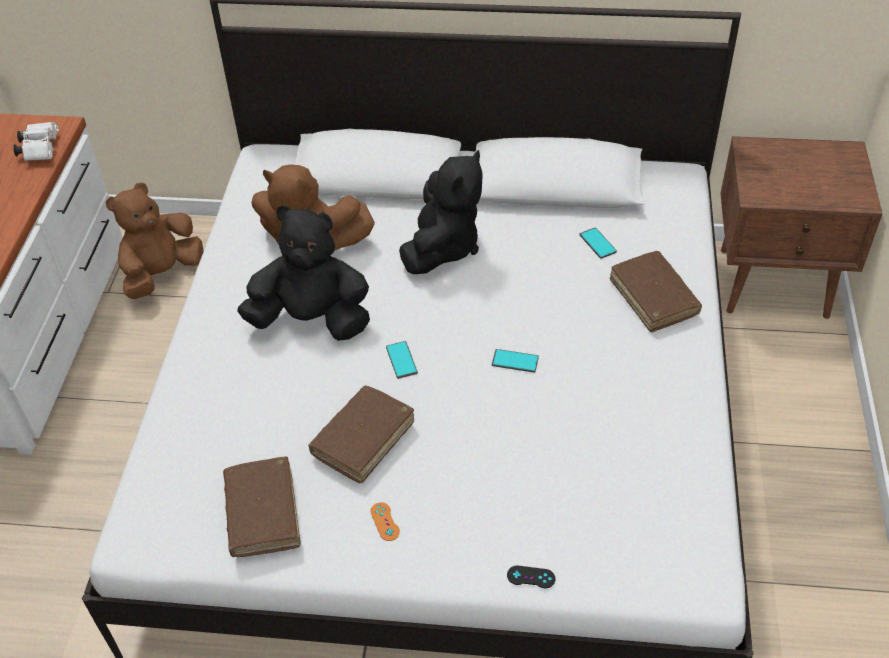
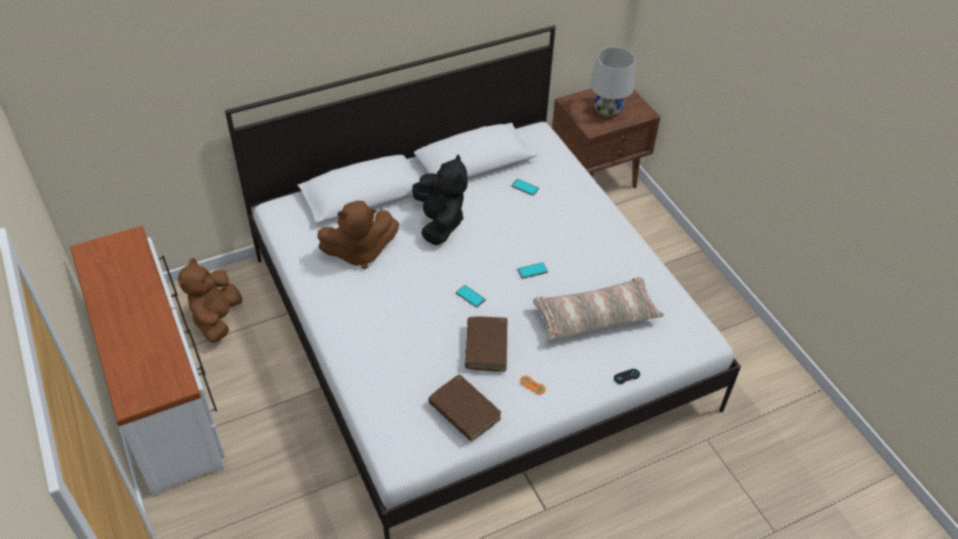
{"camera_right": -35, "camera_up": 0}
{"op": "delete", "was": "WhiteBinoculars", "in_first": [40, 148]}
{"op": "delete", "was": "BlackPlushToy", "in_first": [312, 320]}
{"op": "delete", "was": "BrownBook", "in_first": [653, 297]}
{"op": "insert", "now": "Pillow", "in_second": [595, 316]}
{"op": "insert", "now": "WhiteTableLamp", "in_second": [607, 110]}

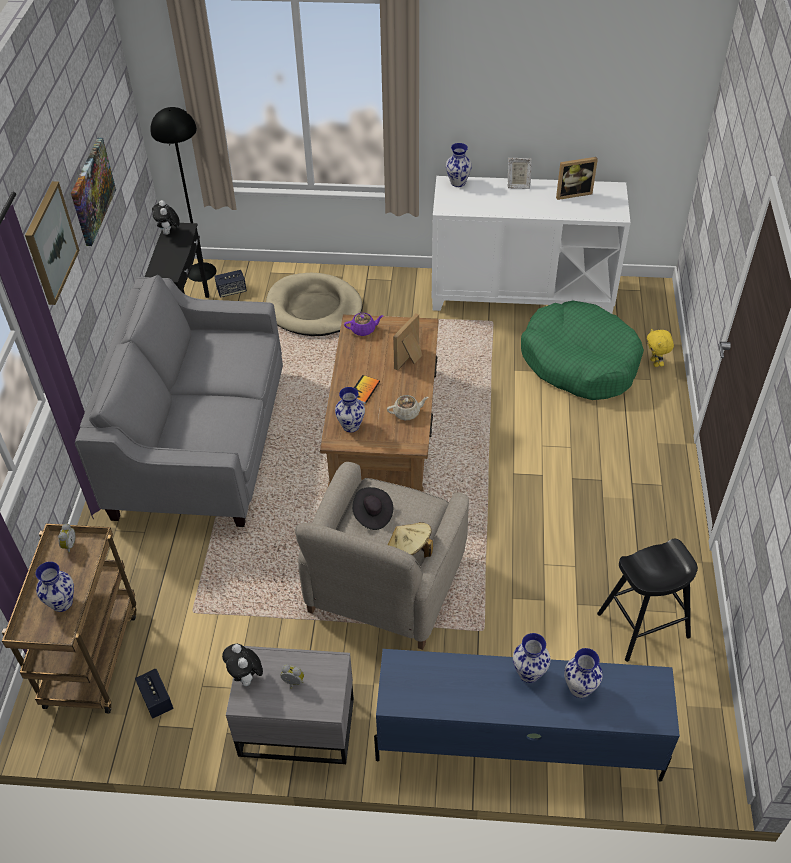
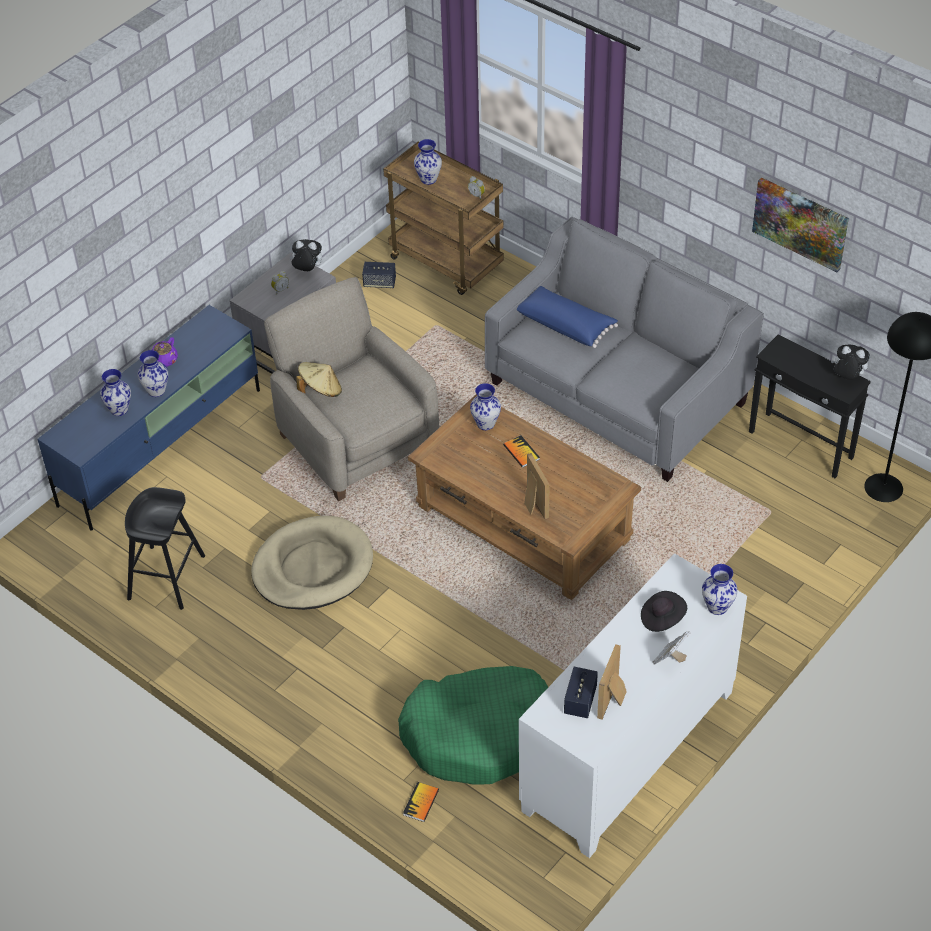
{"camera_right": 125, "camera_up": 0}
{"op": "delete", "was": "Picture", "in_first": [50, 243]}
{"op": "delete", "was": "BeigeTeapot", "in_first": [407, 413]}
{"op": "insert", "now": "BluePillow", "in_second": [565, 324]}
{"op": "move", "was": "Speaker", "in_first": [231, 291], "in_second": [580, 701]}
{"op": "move", "was": "BeigeDogBed", "in_first": [314, 308], "in_second": [312, 567]}
{"op": "move", "was": "PurpleTeapot", "in_first": [363, 330], "in_second": [164, 360]}
{"op": "move", "was": "BlackHat", "in_first": [372, 514], "in_second": [662, 618]}
{"op": "replace", "was": "YellowPlushToy", "now": "Book", "in_first": [655, 363], "in_second": [421, 802]}

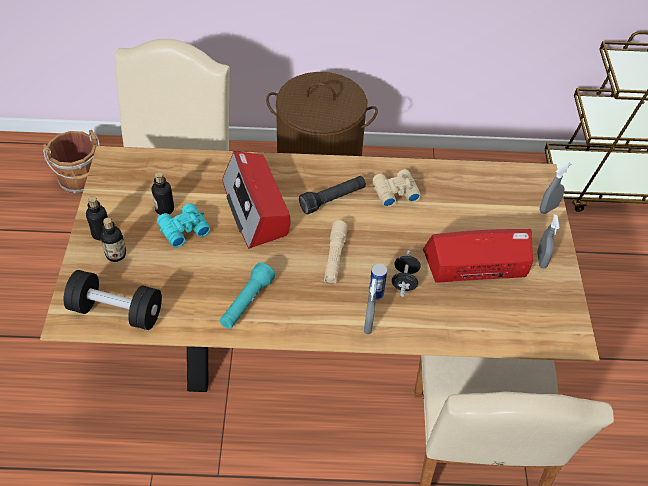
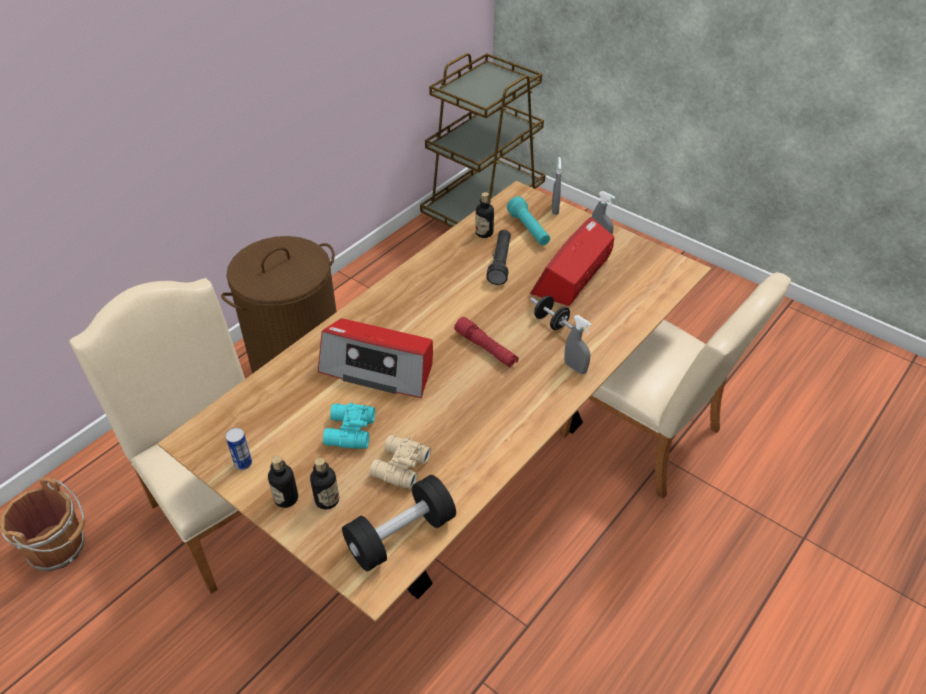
{"camera_right": -50, "camera_up": -5}
{"op": "move", "was": "Bottle", "in_first": [164, 209], "in_second": [484, 233]}
{"op": "move", "was": "TurquoiseFlashlight", "in_first": [246, 303], "in_second": [529, 230]}
{"op": "move", "was": "BlackFlashlight", "in_first": [333, 200], "in_second": [500, 263]}
{"op": "move", "was": "Can", "in_first": [376, 294], "in_second": [243, 463]}
{"op": "move", "was": "BeigeBinoculars", "in_first": [394, 192], "in_second": [399, 467]}
{"op": "recolor", "was": "BeigeFlashlight", "now": "RedFlashlight", "in_first": [335, 257], "in_second": [486, 348]}

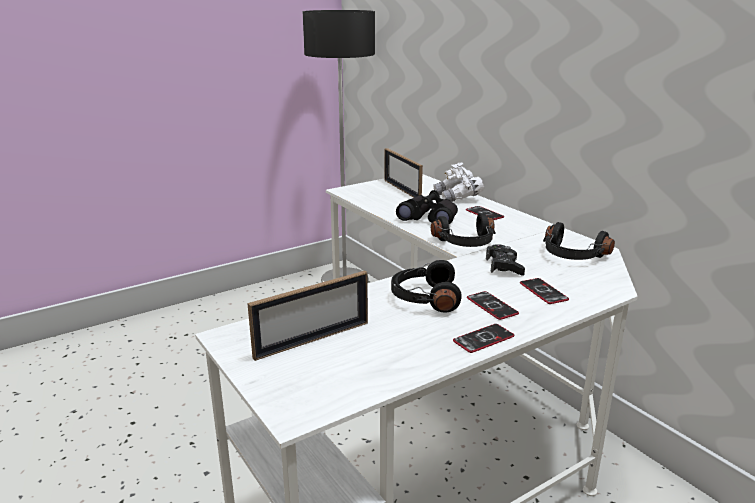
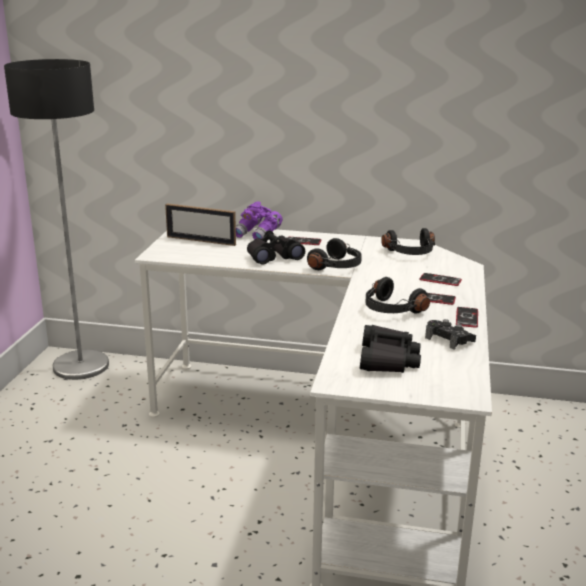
{"camera_right": -45, "camera_up": 0}
{"op": "move", "was": "BlackGameController", "in_first": [504, 266], "in_second": [449, 339]}
{"op": "replace", "was": "PictureFrame", "now": "BlackBinoculars", "in_first": [312, 340], "in_second": [388, 359]}
{"op": "recolor", "was": "WhiteBinoculars", "now": "PurpleBinoculars", "in_first": [458, 198], "in_second": [258, 235]}

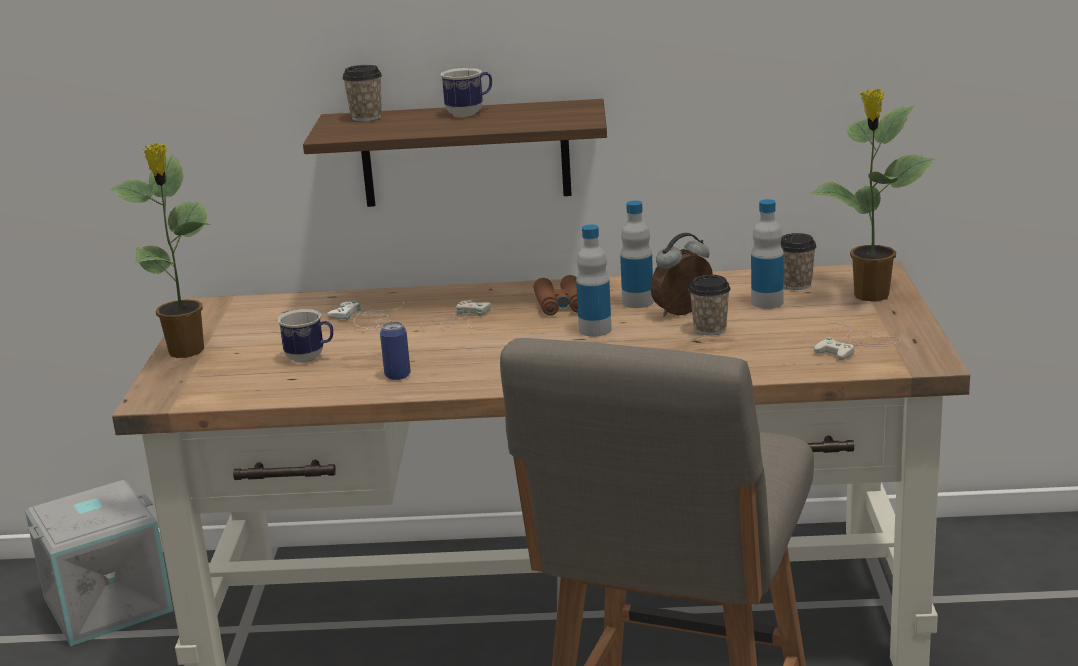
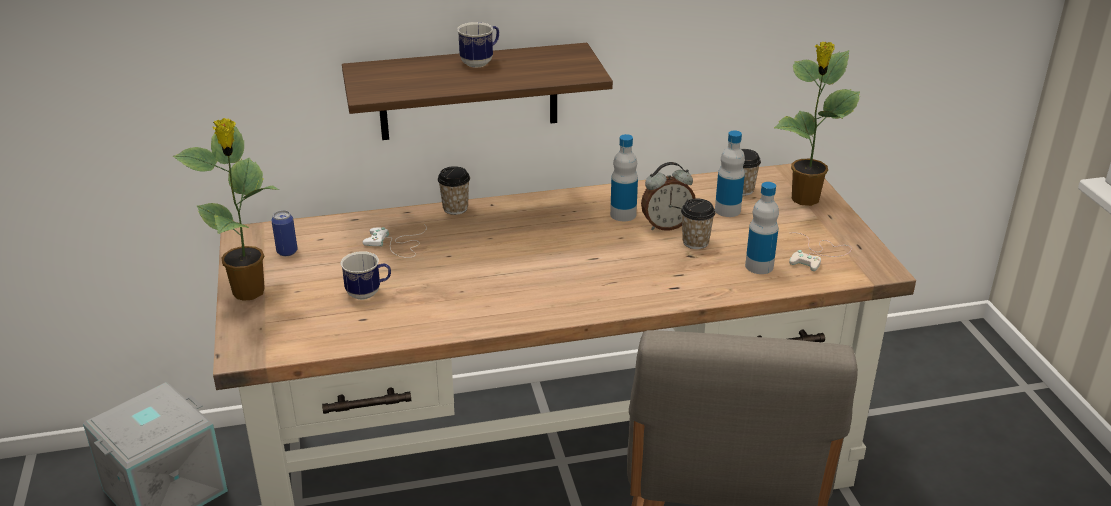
{"camera_right": -15, "camera_up": 10}
{"op": "delete", "was": "WhiteGameController", "in_first": [458, 321]}
{"op": "delete", "was": "BrownBinoculars", "in_first": [561, 305]}
{"op": "move", "was": "Cup", "in_first": [366, 117], "in_second": [455, 208]}
{"op": "move", "was": "Can", "in_first": [397, 375], "in_second": [287, 251]}
{"op": "move", "was": "Bottle", "in_first": [595, 330], "in_second": [759, 266]}
{"op": "rotate", "was": "AlarmClock", "in_first": [683, 313], "in_second": [666, 225], "clockwise": -150}

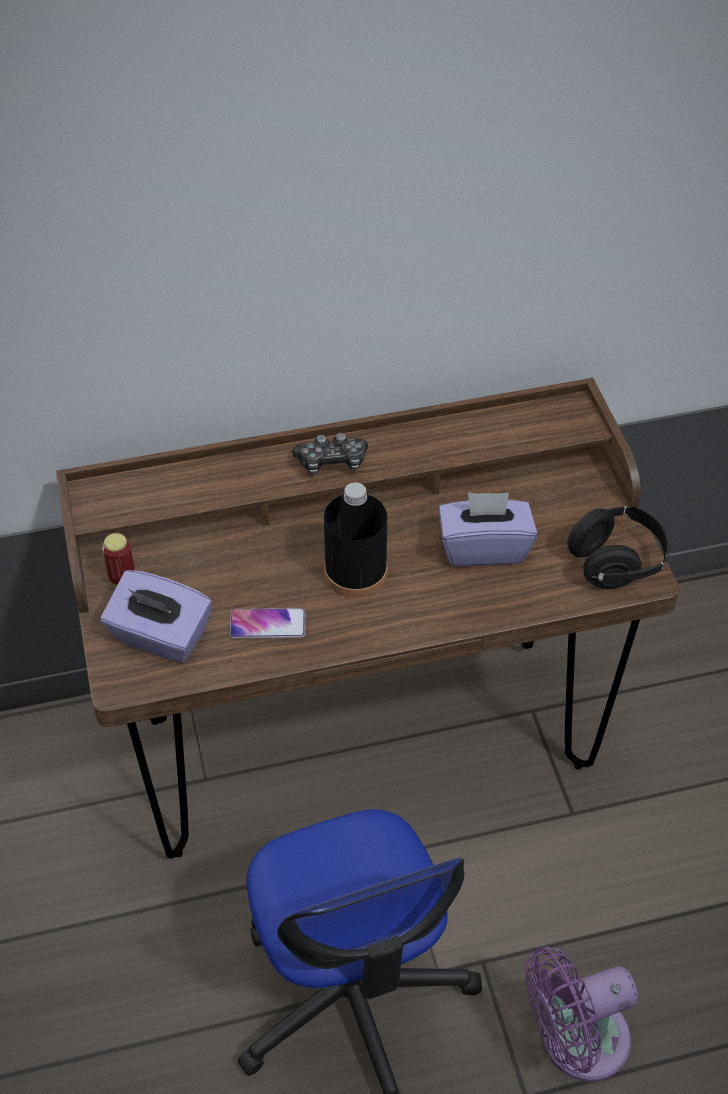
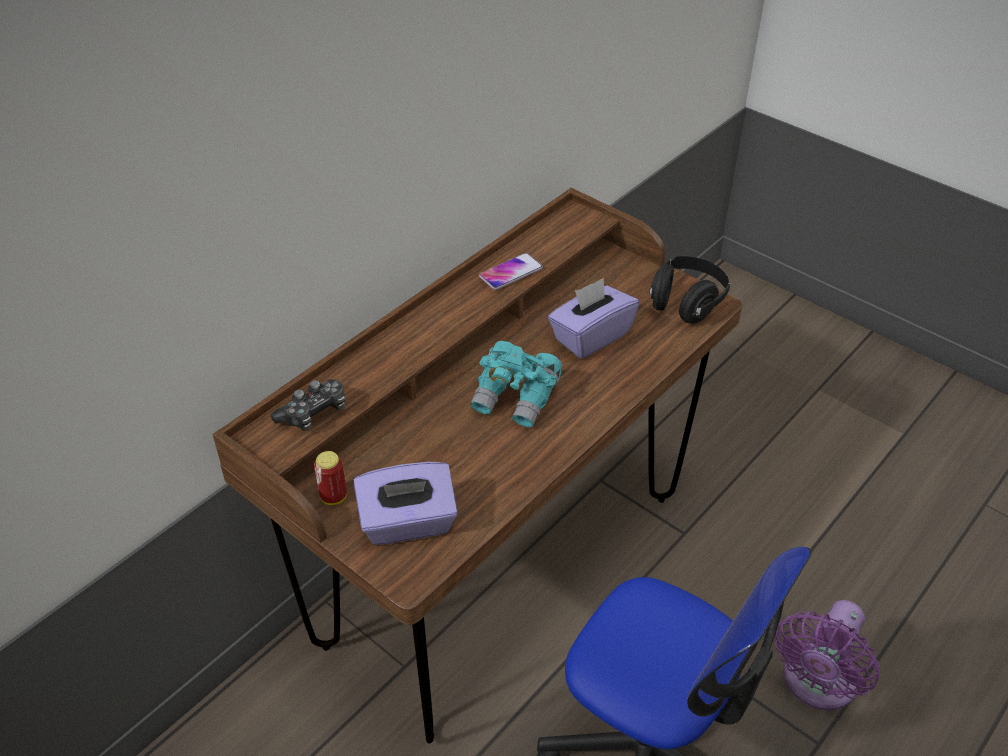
{"camera_right": -35, "camera_up": -5}
{"op": "move", "was": "Phone", "in_first": [267, 624], "in_second": [511, 272]}
{"op": "move", "was": "GameController", "in_first": [332, 462], "in_second": [314, 412]}
{"op": "replace", "was": "BlackBottle", "now": "TurquoiseBinoculars", "in_first": [355, 573], "in_second": [516, 398]}

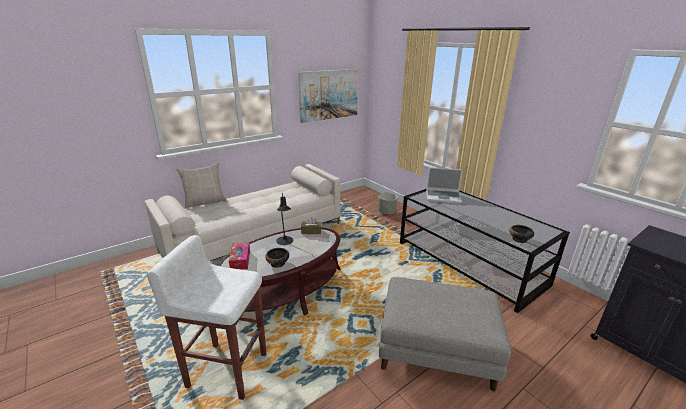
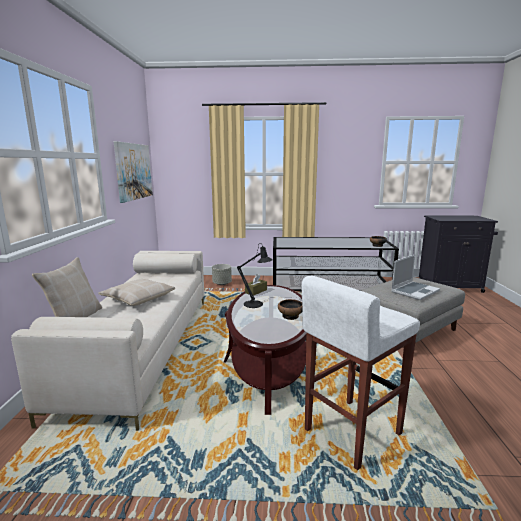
{"camera_right": -50, "camera_up": -10}
{"op": "delete", "was": "TissueBox", "in_first": [240, 260]}
{"op": "insert", "now": "BeigePillow", "in_second": [138, 298]}
{"op": "move", "was": "Laptop", "in_first": [443, 197], "in_second": [414, 291]}

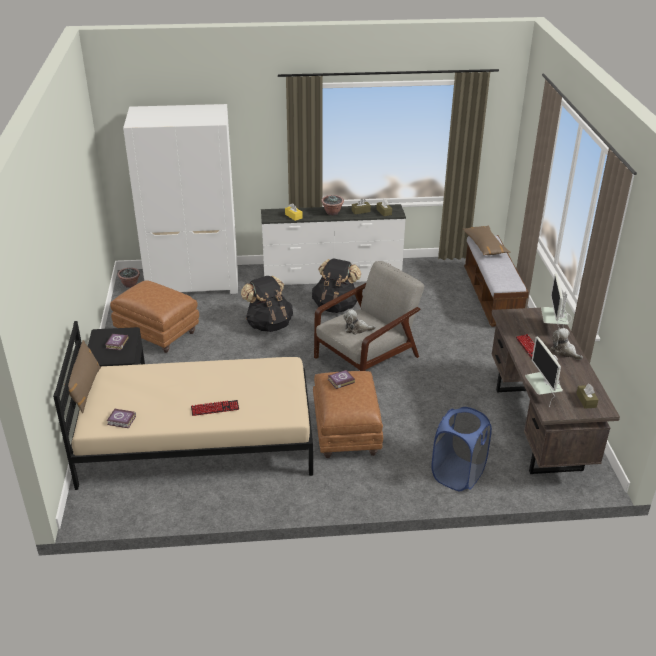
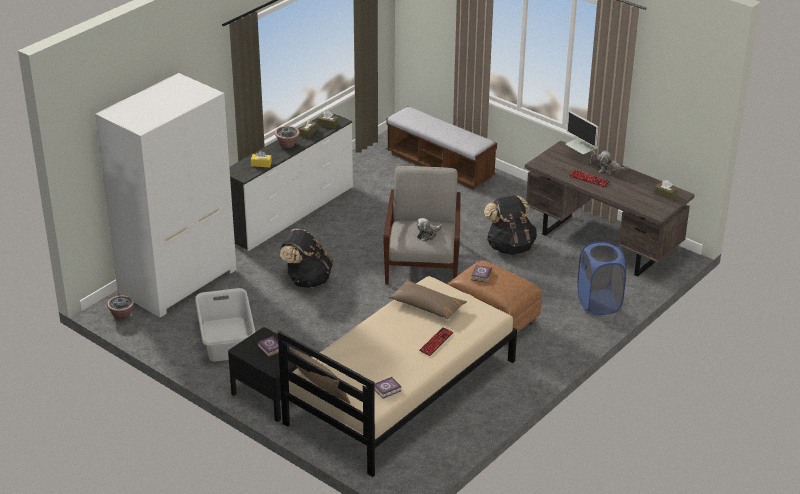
{"camera_right": -45, "camera_up": 0}
{"op": "delete", "was": "Monitor", "in_first": [542, 397]}
{"op": "move", "was": "BlackBackpack", "in_first": [335, 306], "in_second": [510, 246]}
{"op": "move", "was": "BrownPillow", "in_first": [485, 246], "in_second": [427, 306]}
{"op": "replace", "was": "BrownOttoman", "now": "GreyLaundryBasket", "in_first": [158, 333], "in_second": [227, 339]}

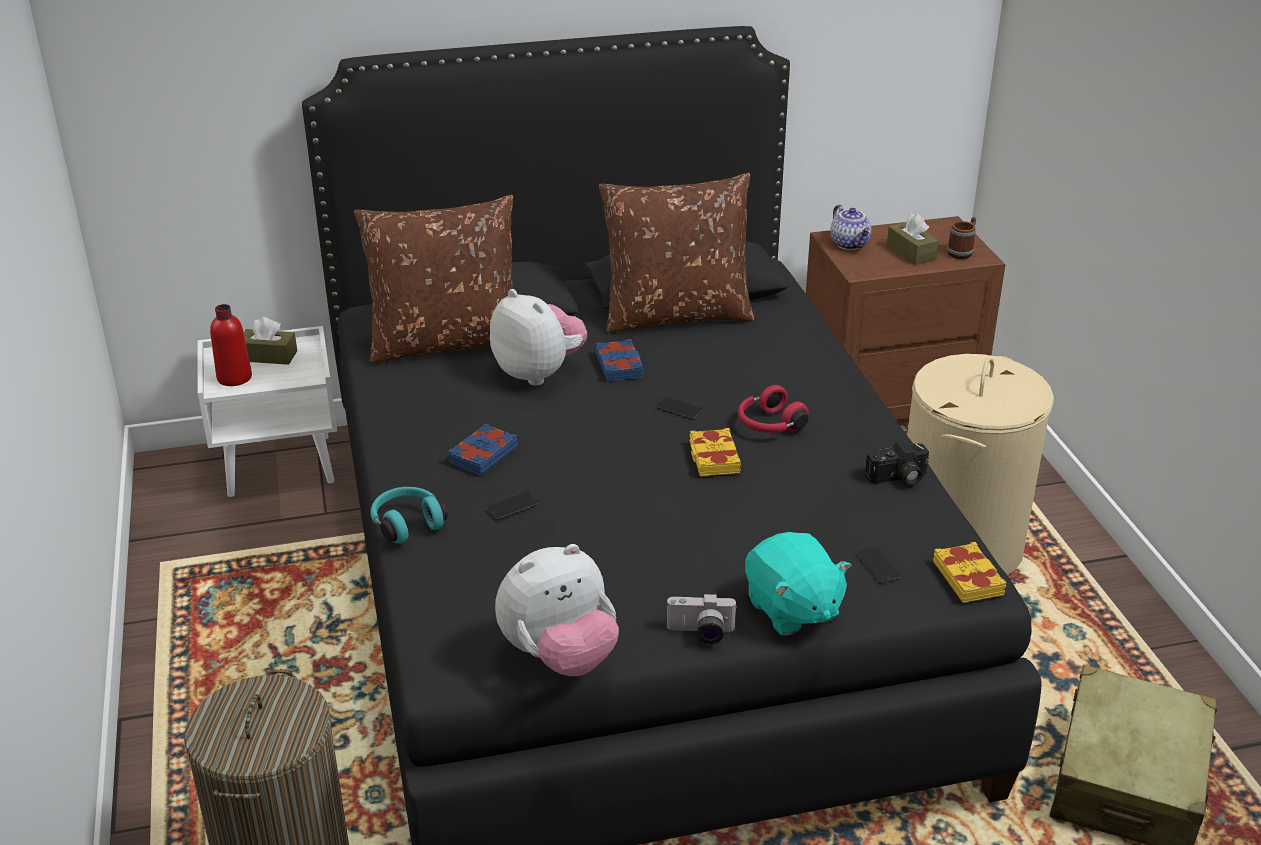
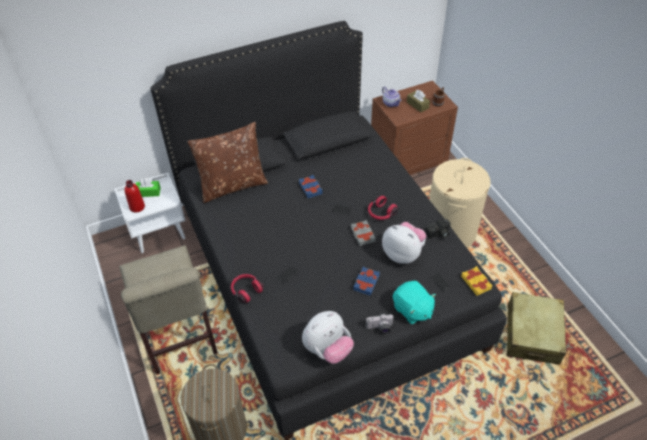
{"camera_right": -10, "camera_up": 15}
{"op": "delete", "was": "BrownPillow", "in_first": [676, 314]}
{"op": "insert", "now": "BeigeChair", "in_second": [179, 339]}
{"op": "move", "was": "BlueBook", "in_first": [482, 455], "in_second": [366, 282]}
{"op": "move", "was": "PlushToy", "in_first": [539, 373], "in_second": [403, 254]}
{"op": "recolor", "was": "BrownTissueBox", "now": "GreenTissueBox", "in_first": [268, 356], "in_second": [148, 192]}
{"op": "recolor", "was": "TurquoiseHeadphones", "now": "RedHeadphones", "in_first": [407, 523], "in_second": [246, 290]}
{"op": "recolor", "was": "YellowBook", "now": "GreyBook", "in_first": [713, 458], "in_second": [362, 235]}

